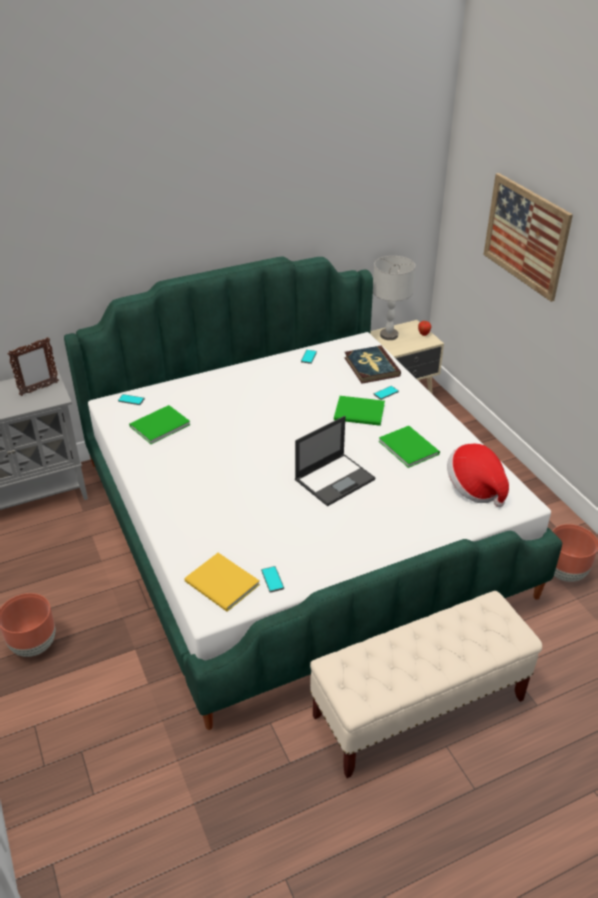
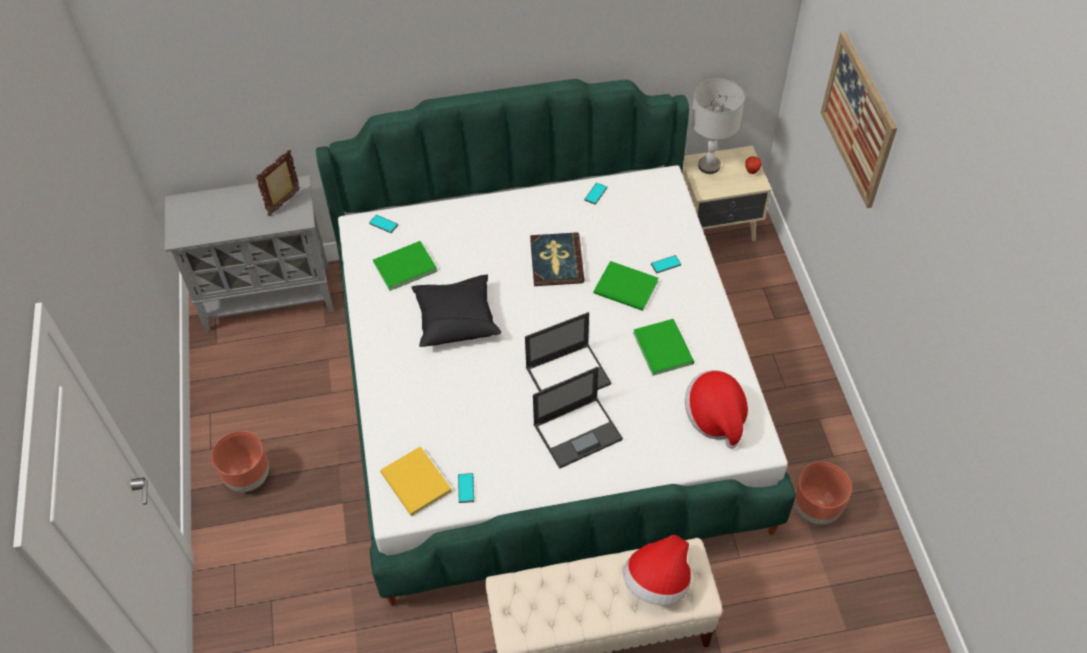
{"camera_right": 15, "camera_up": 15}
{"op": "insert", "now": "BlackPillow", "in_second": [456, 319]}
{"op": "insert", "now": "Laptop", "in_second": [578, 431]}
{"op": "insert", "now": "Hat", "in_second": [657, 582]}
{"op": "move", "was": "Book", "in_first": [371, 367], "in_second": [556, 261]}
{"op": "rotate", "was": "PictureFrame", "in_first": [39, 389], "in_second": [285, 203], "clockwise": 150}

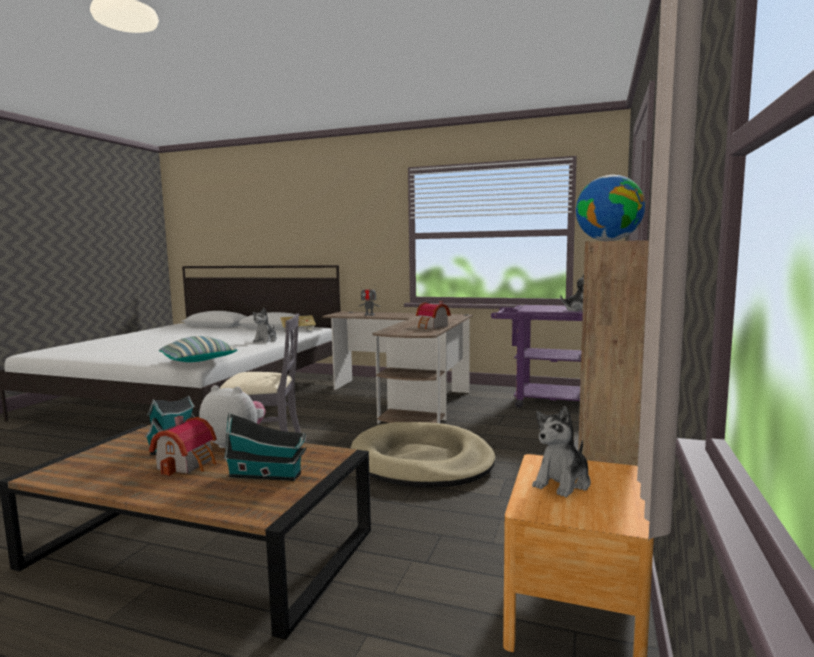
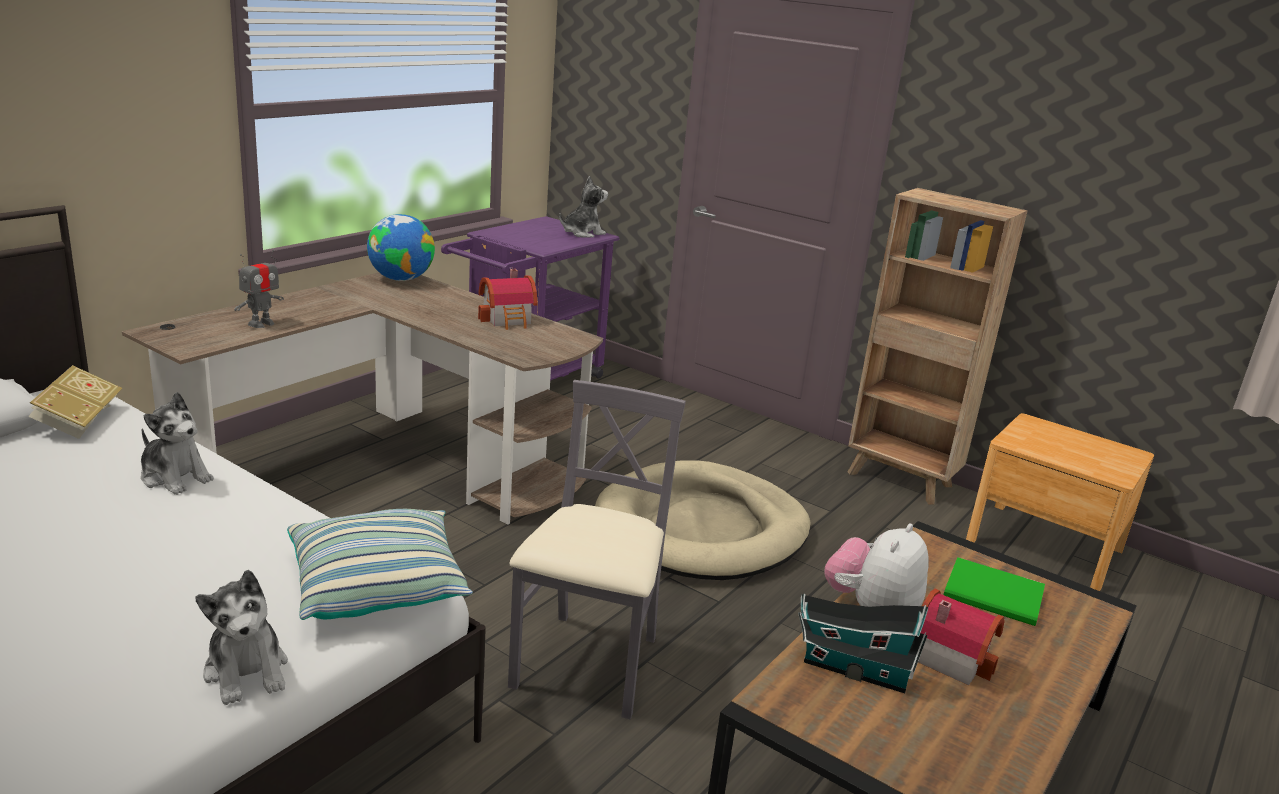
{"camera_right": -75, "camera_up": 15}
{"op": "move", "was": "PlushToy", "in_first": [563, 483], "in_second": [247, 671]}
{"op": "move", "was": "Globe", "in_first": [608, 241], "in_second": [401, 279]}
{"op": "replace", "was": "ToyHouse", "now": "GreenBook", "in_first": [268, 475], "in_second": [996, 596]}

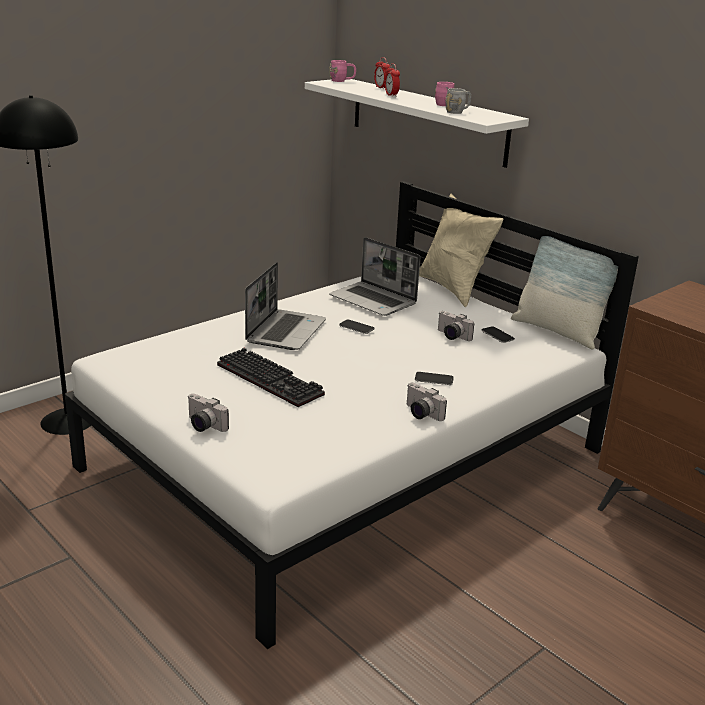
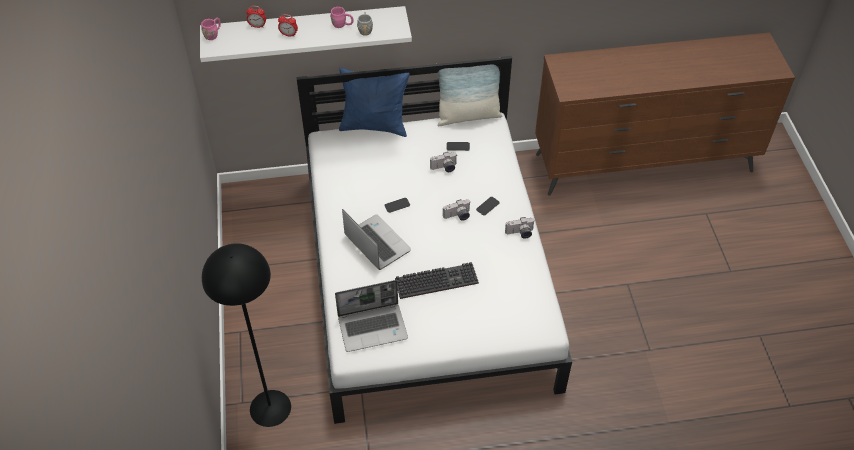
{"camera_right": -55, "camera_up": 25}
{"op": "move", "was": "PhotoCamera", "in_first": [203, 426], "in_second": [458, 216]}
{"op": "move", "was": "Laptop", "in_first": [374, 300], "in_second": [373, 327]}
{"op": "recolor", "was": "BeigePillow", "now": "BluePillow", "in_first": [453, 289], "in_second": [374, 126]}

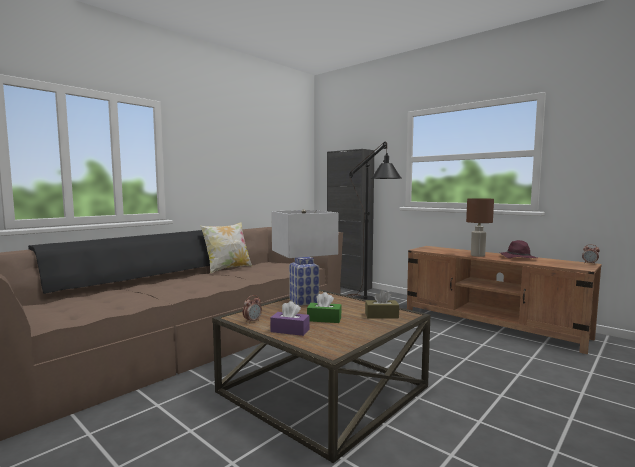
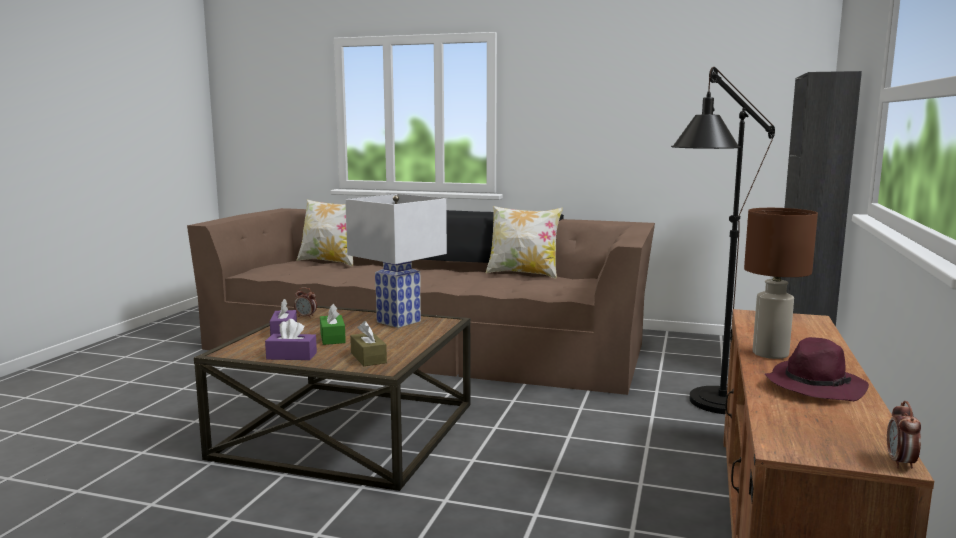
{"camera_right": 65, "camera_up": 5}
{"op": "insert", "now": "PurpleTissueBox", "in_second": [291, 356]}
{"op": "insert", "now": "Pillow", "in_second": [330, 262]}

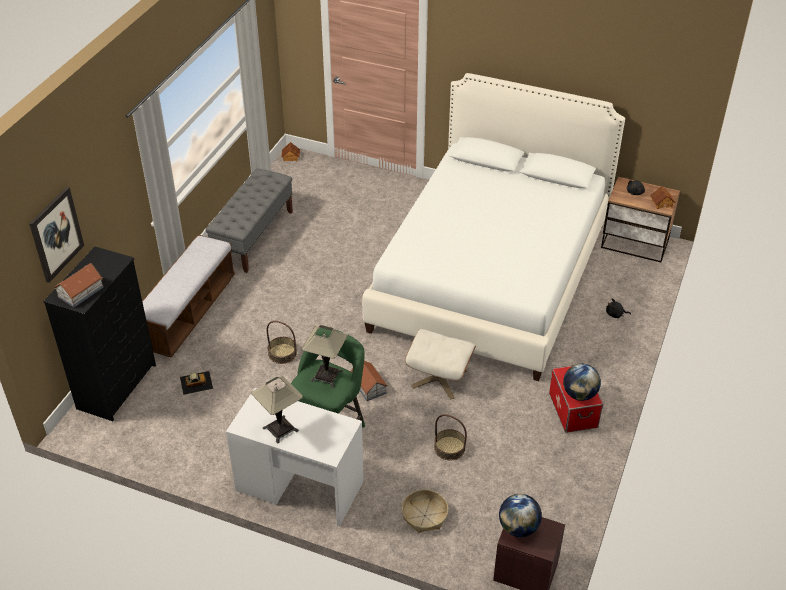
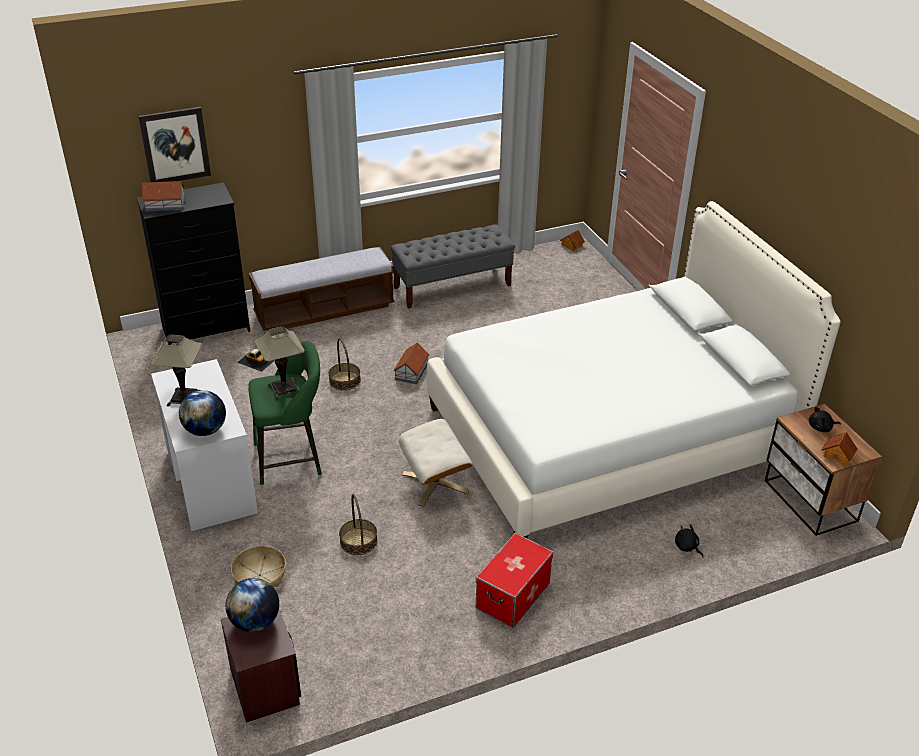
{"camera_right": 45, "camera_up": -5}
{"op": "move", "was": "ToyHouse", "in_first": [369, 385], "in_second": [412, 371]}
{"op": "move", "was": "Globe", "in_first": [579, 394], "in_second": [205, 430]}

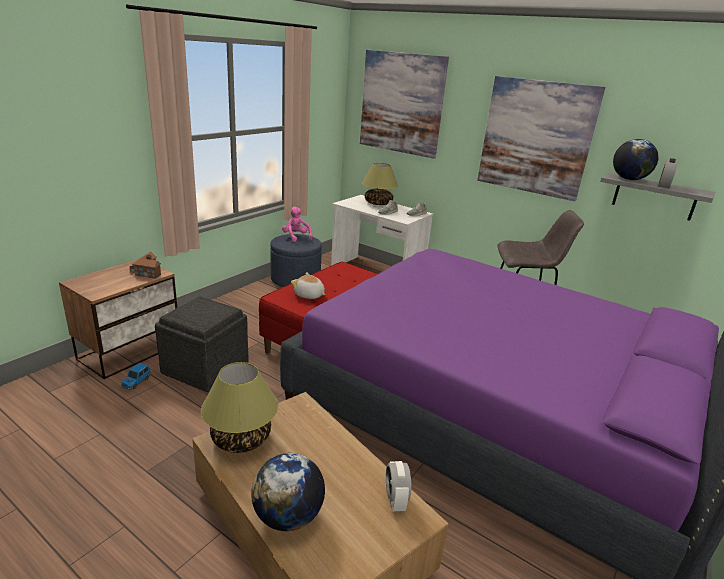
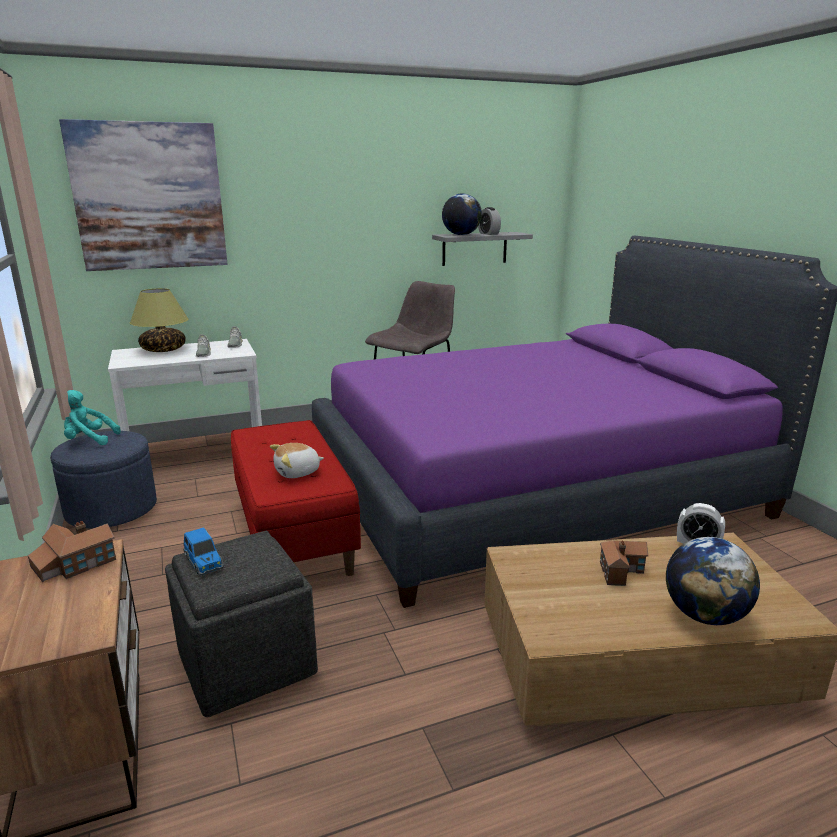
{"camera_right": -55, "camera_up": -5}
{"op": "delete", "was": "TableLamp", "in_first": [241, 439]}
{"op": "delete", "was": "Picture", "in_first": [536, 137]}
{"op": "insert", "now": "ToyHouse", "in_second": [621, 569]}
{"op": "move", "was": "ToyCar", "in_first": [136, 382], "in_second": [204, 562]}
{"op": "recolor", "was": "PinkPlushToy", "now": "TurquoisePlushToy", "in_first": [296, 237], "in_second": [89, 440]}

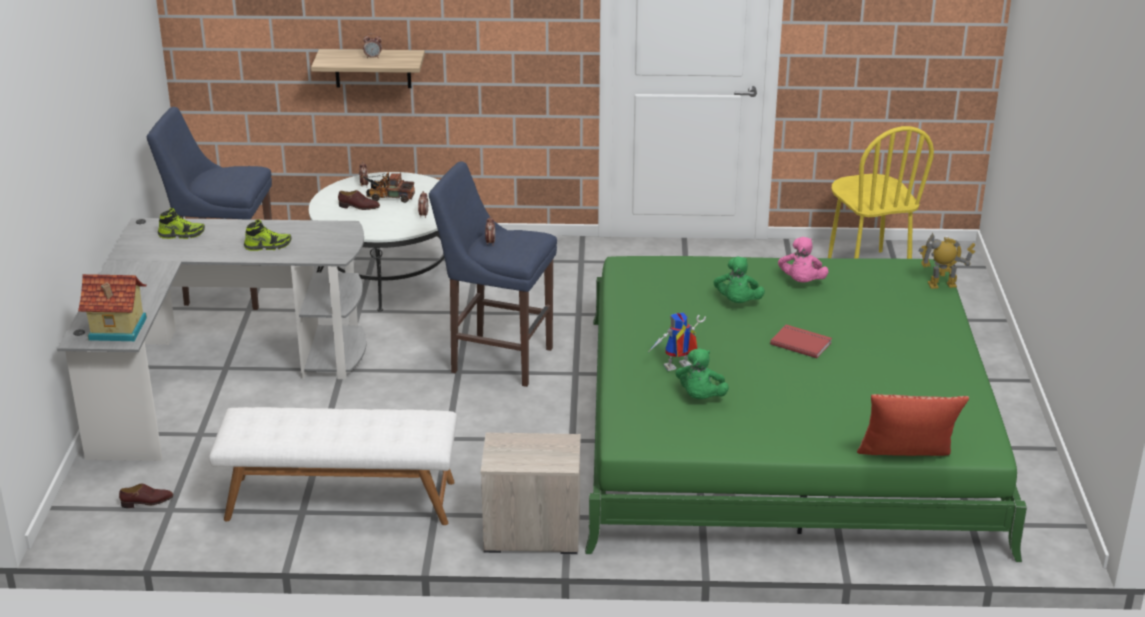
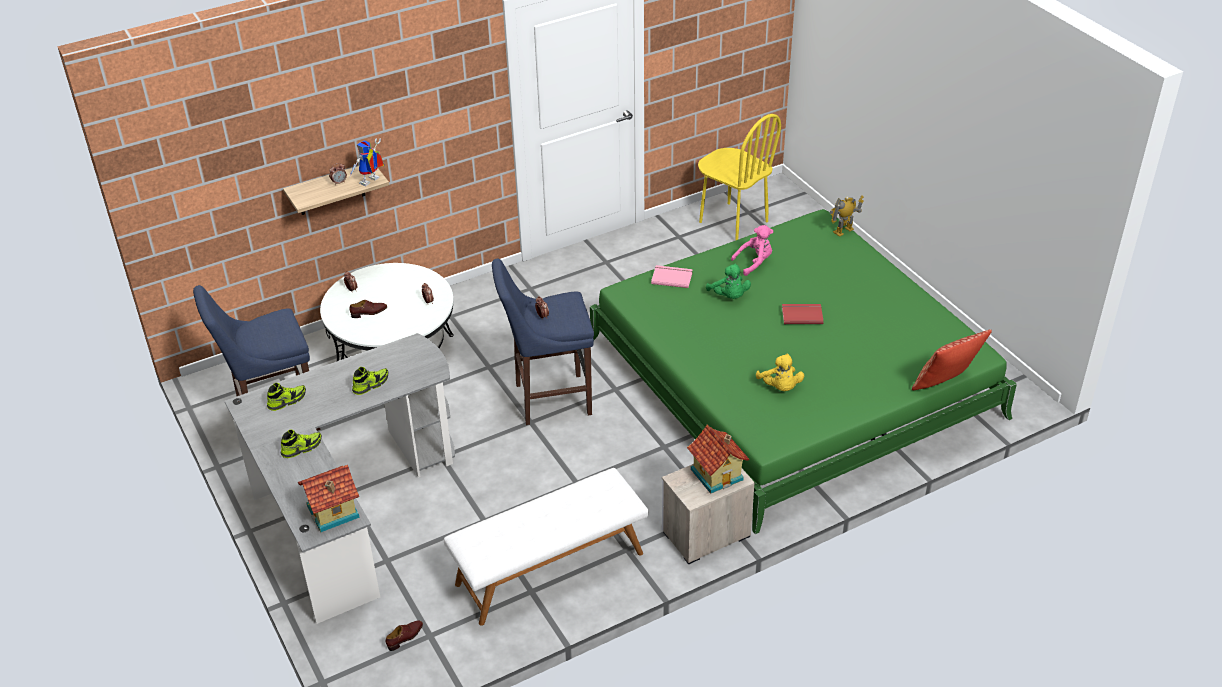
{"camera_right": -30, "camera_up": 10}
{"op": "delete", "was": "ToyTruck", "in_first": [387, 197]}
{"op": "insert", "now": "Shoe", "in_second": [302, 448]}
{"op": "insert", "now": "PinkBook", "in_second": [671, 277]}
{"op": "insert", "now": "ToyHouse", "in_second": [718, 474]}
{"op": "move", "was": "ToyRobot", "in_first": [676, 368], "in_second": [370, 182]}
{"op": "recolor", "was": "GreenPlushToy", "now": "YellowPlushToy", "in_first": [700, 397], "in_second": [780, 387]}
{"op": "rotate", "was": "PinkPlushToy", "in_first": [801, 282], "in_second": [754, 263], "clockwise": -90}

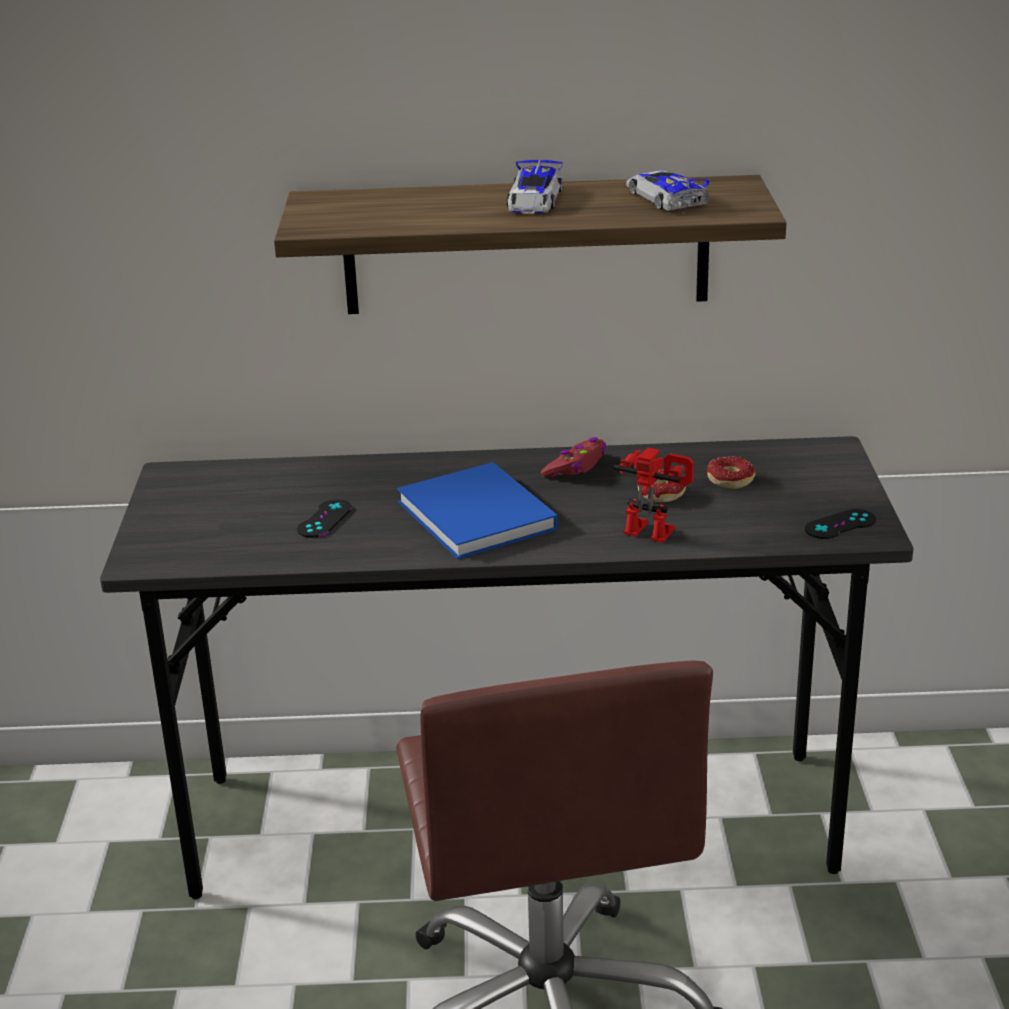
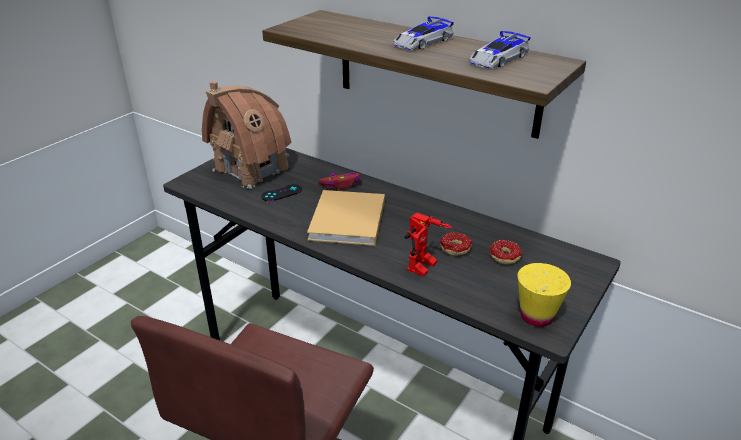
{"camera_right": 35, "camera_up": 5}
{"op": "insert", "now": "ToyHouse", "in_second": [252, 169]}
{"op": "move", "was": "RedGameController", "in_first": [576, 467], "in_second": [341, 184]}
{"op": "replace", "was": "BlackGameController", "now": "YellowCup", "in_first": [840, 525], "in_second": [536, 316]}
{"op": "recolor", "was": "BlueBook", "now": "BeigeBook", "in_first": [478, 517], "in_second": [347, 222]}
{"op": "rotate", "was": "ToyRobot", "in_first": [655, 529], "in_second": [424, 268], "clockwise": 60}
{"op": "rotate", "was": "ToyCar", "in_first": [664, 197], "in_second": [497, 59], "clockwise": -150}

